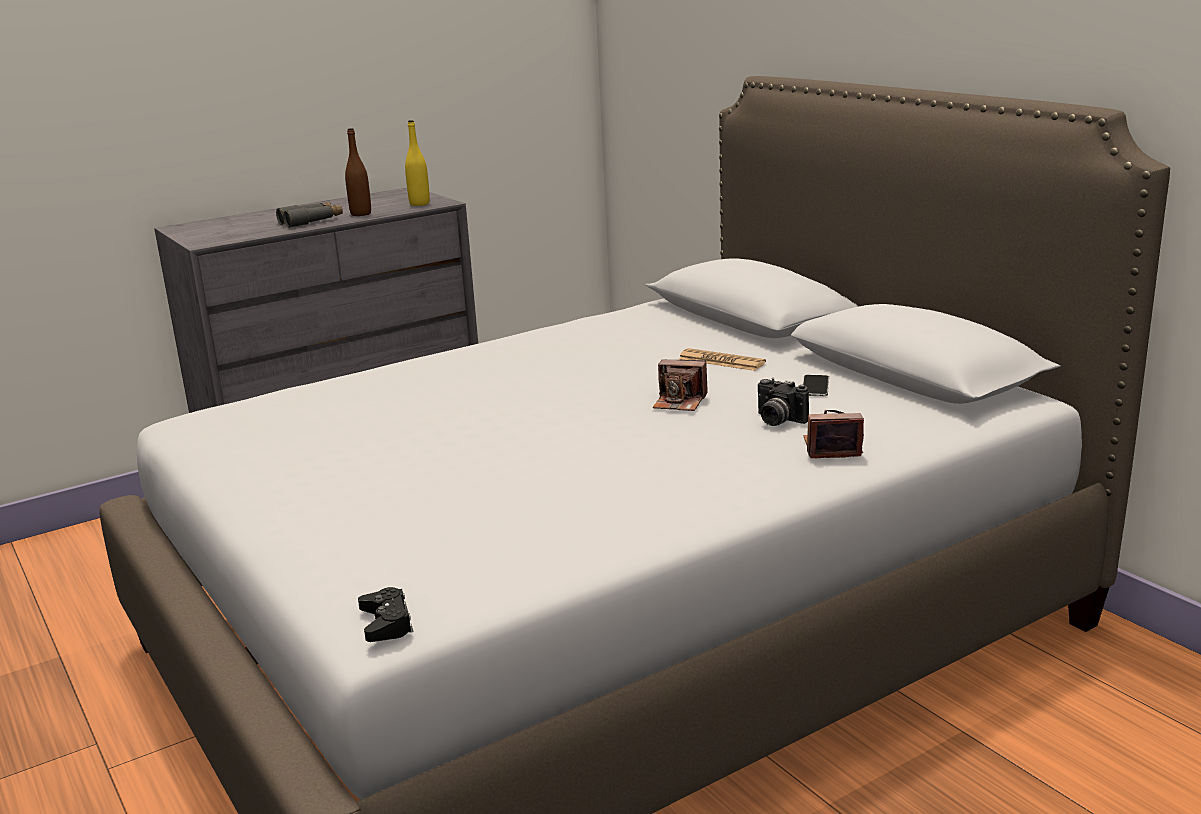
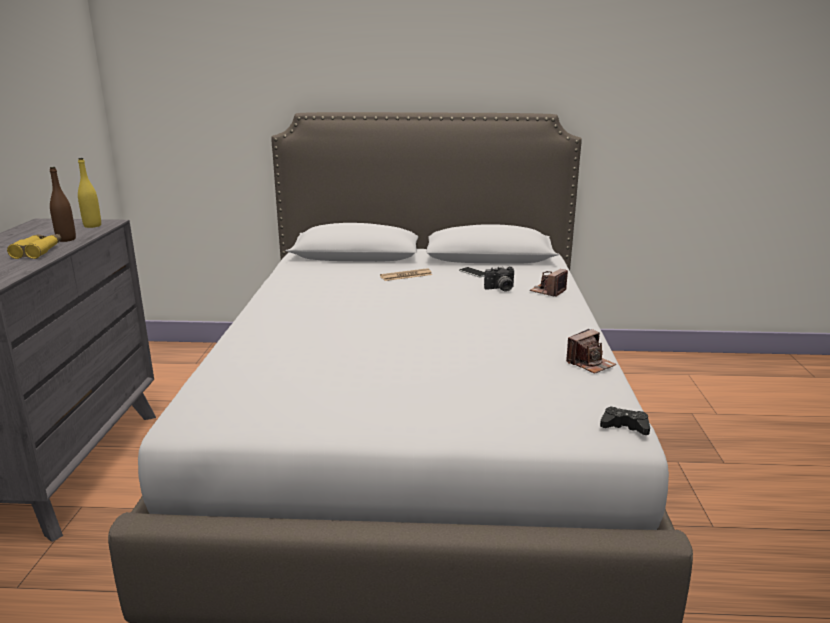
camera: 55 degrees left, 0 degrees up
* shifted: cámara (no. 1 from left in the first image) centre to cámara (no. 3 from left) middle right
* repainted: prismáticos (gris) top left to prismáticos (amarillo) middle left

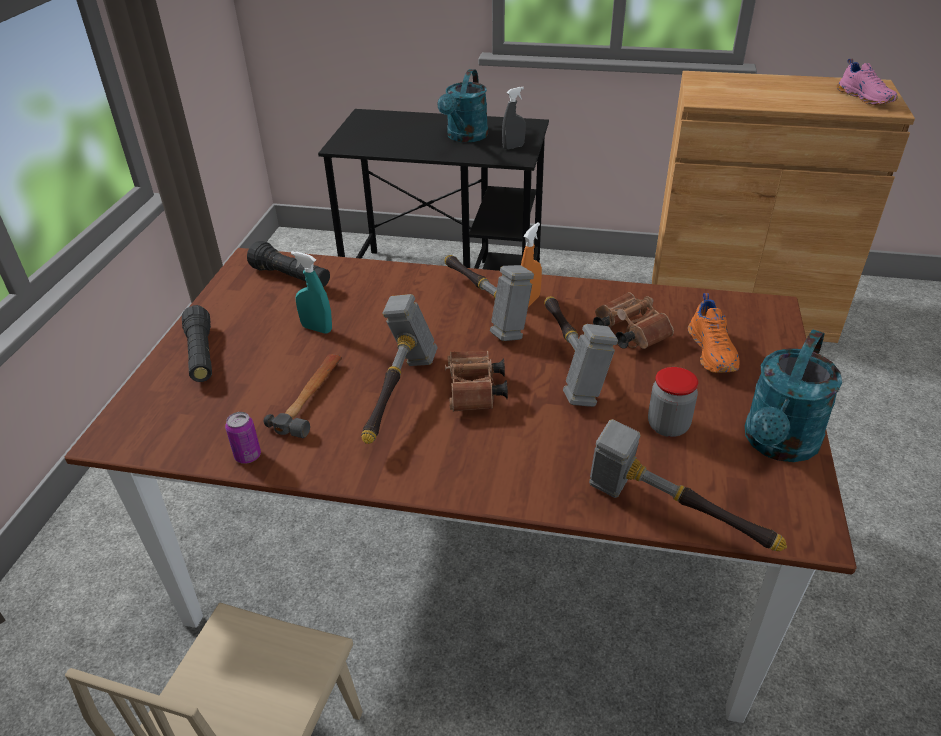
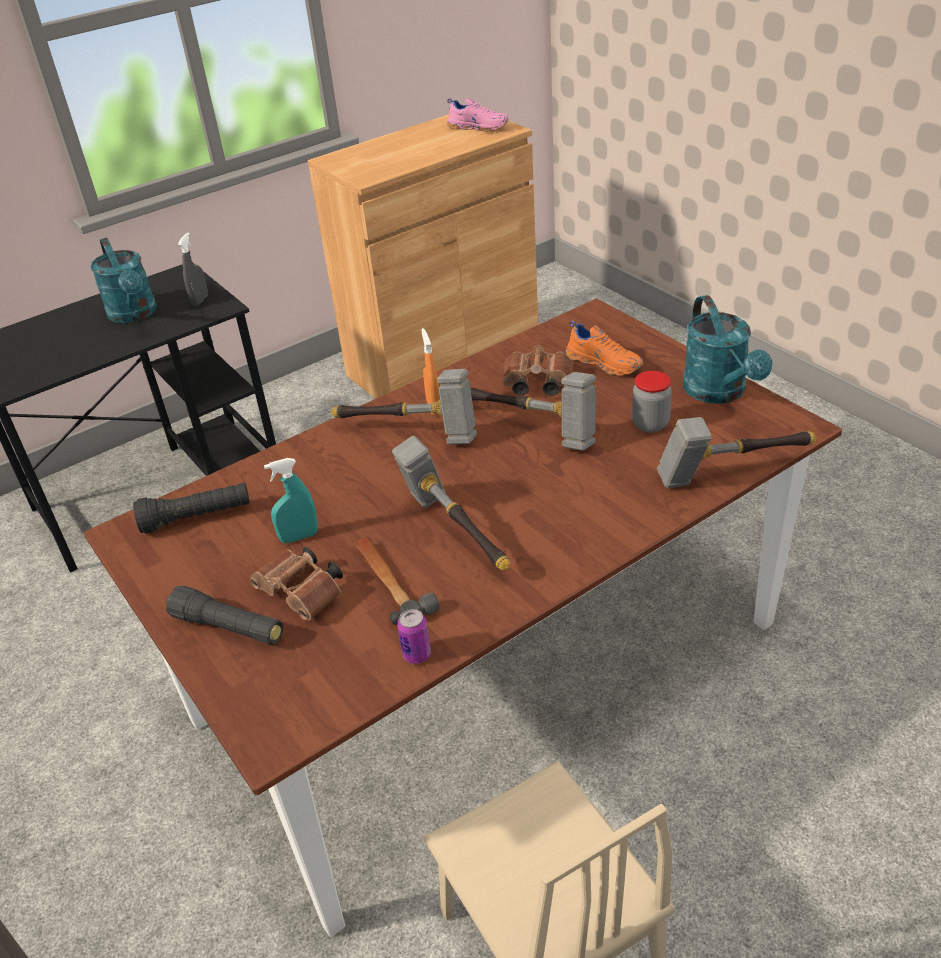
camera: 45 degrees left, 0 degrees up
* shifted: prismáticos (marrón) (no. 1 from left) centre to middle left

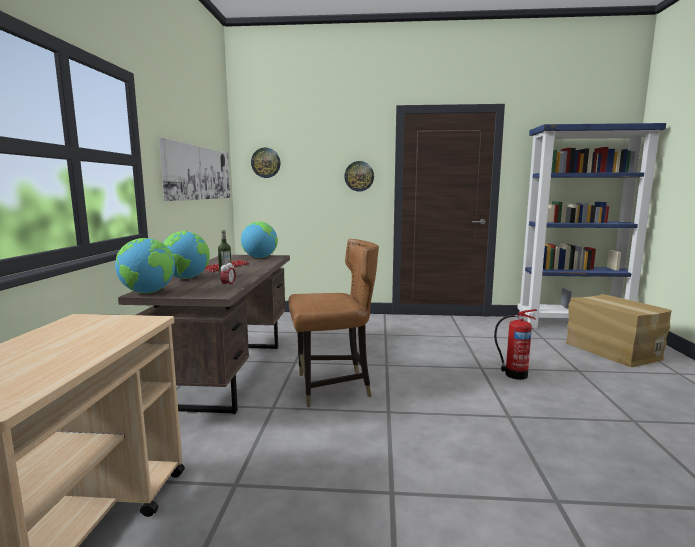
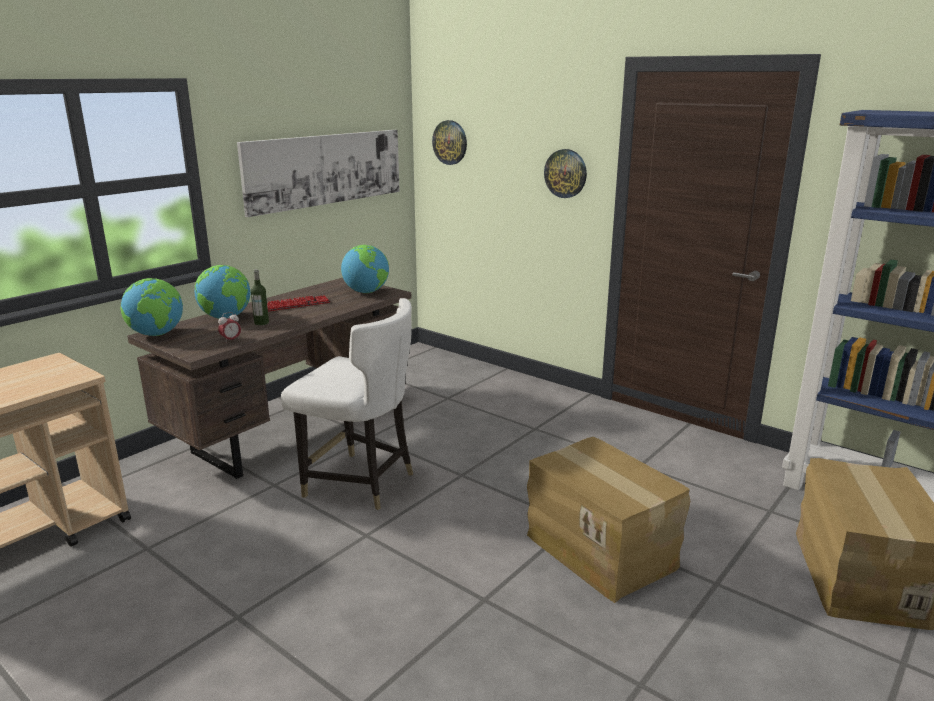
camera: 35 degrees right, 10 degrees up
* swapped: extintor middle right to caja de cartón (no. 1 from left) bottom centre
* repainted: silla (marrón) centre to silla (blanco) centre

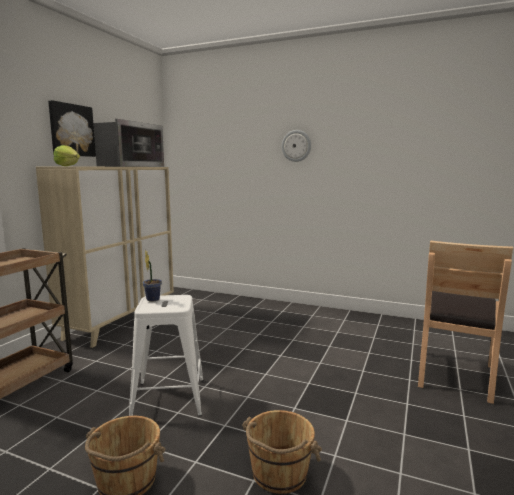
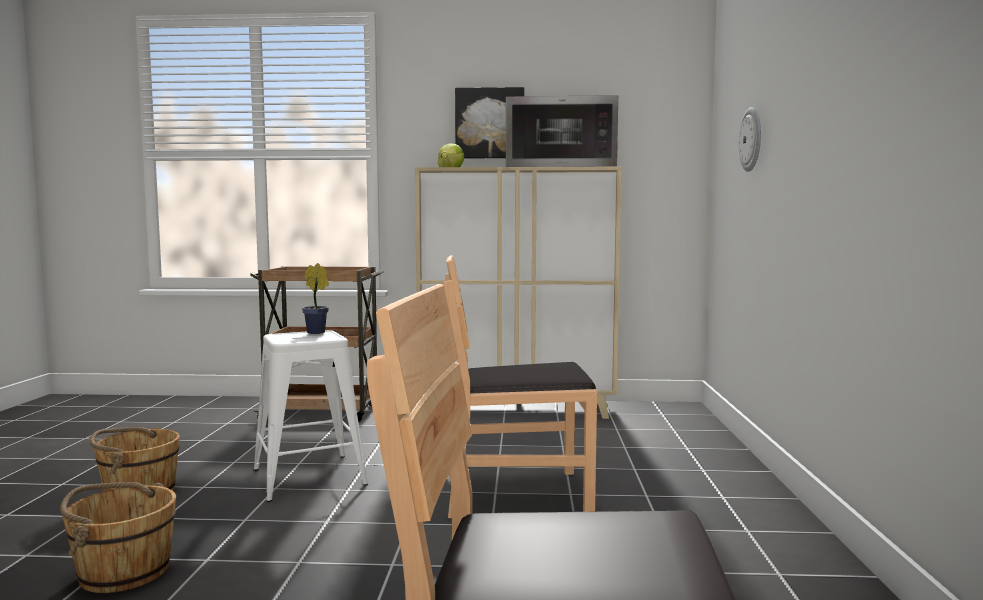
camera: 70 degrees right, 5 degrees down
* new: silla (marrón) (no. 1 from left) centre
* shifted: reloj de pared top centre to top right

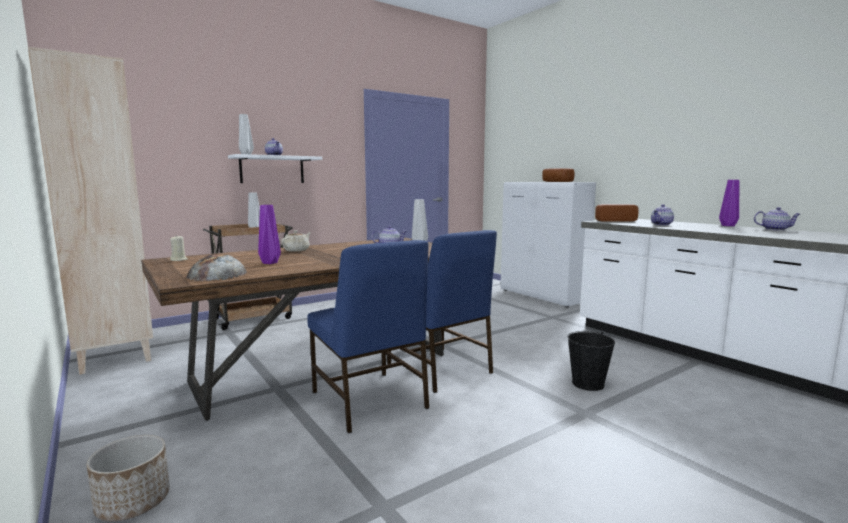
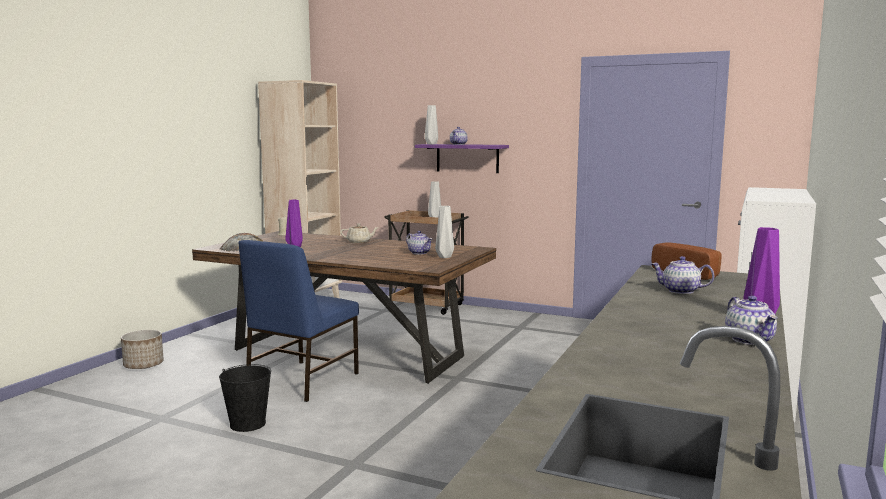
camera: 60 degrees right, 0 degrees up
* gone: silla (azul) (no. 2 from left) centre
* gone: pan (no. 2 from left) centre
* shifted: cubo (negro) bottom right to bottom left
* repainted: estante (blanco) top left to estante (morado) top centre

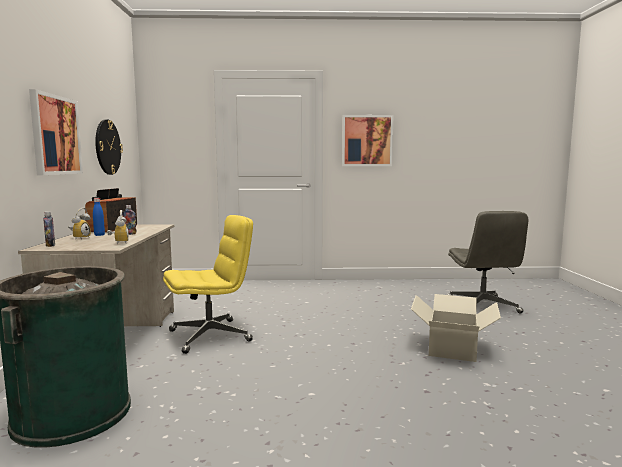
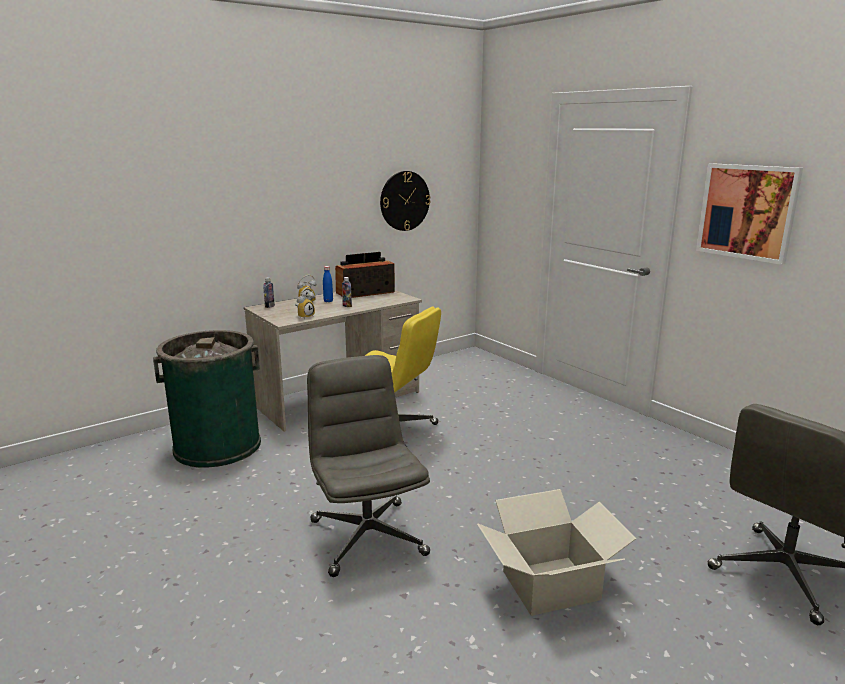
camera: 55 degrees right, 10 degrees up
* gone: cuadro (no. 1 from left) top left
* new: silla de oficina (gris) (no. 1 from left) bottom centre

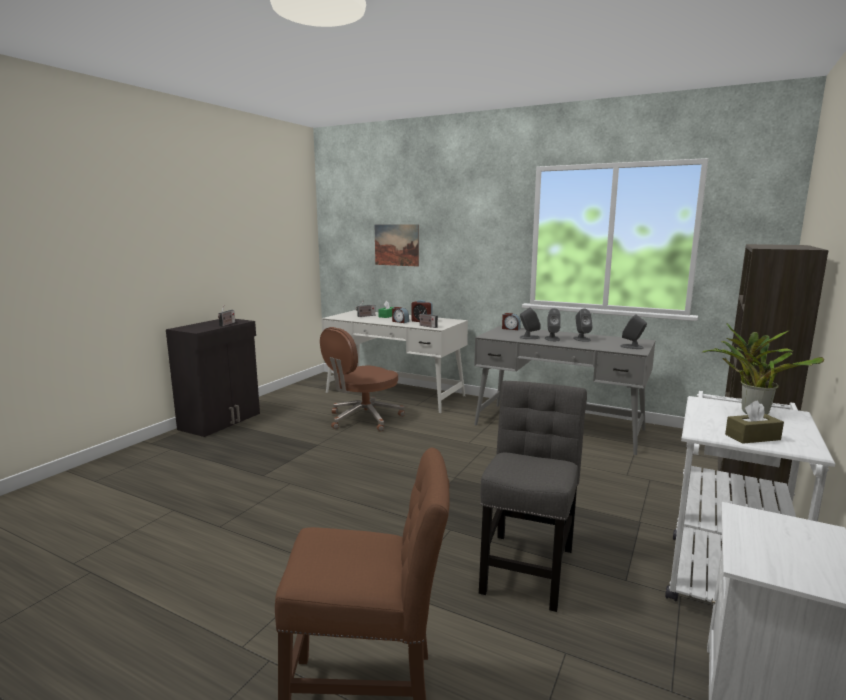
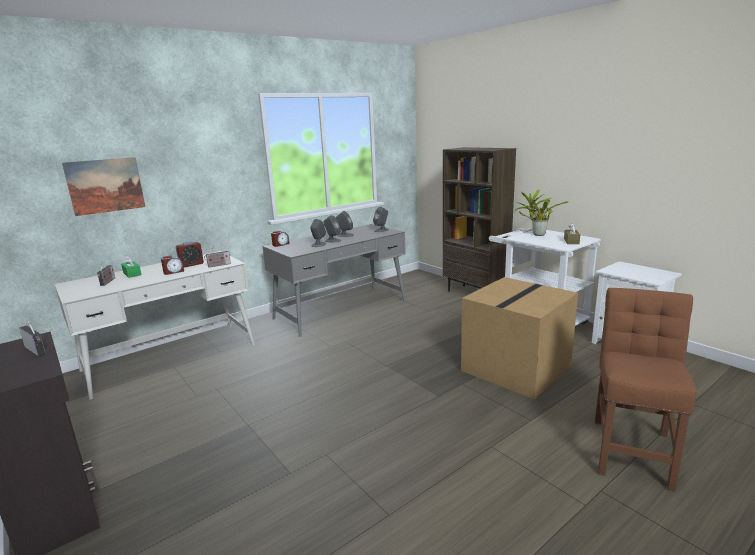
camera: 65 degrees left, 5 degrees up
* gone: silla de oficina (marrón) centre
* swapped: silla (gris) bottom centre to caja de cartón middle right

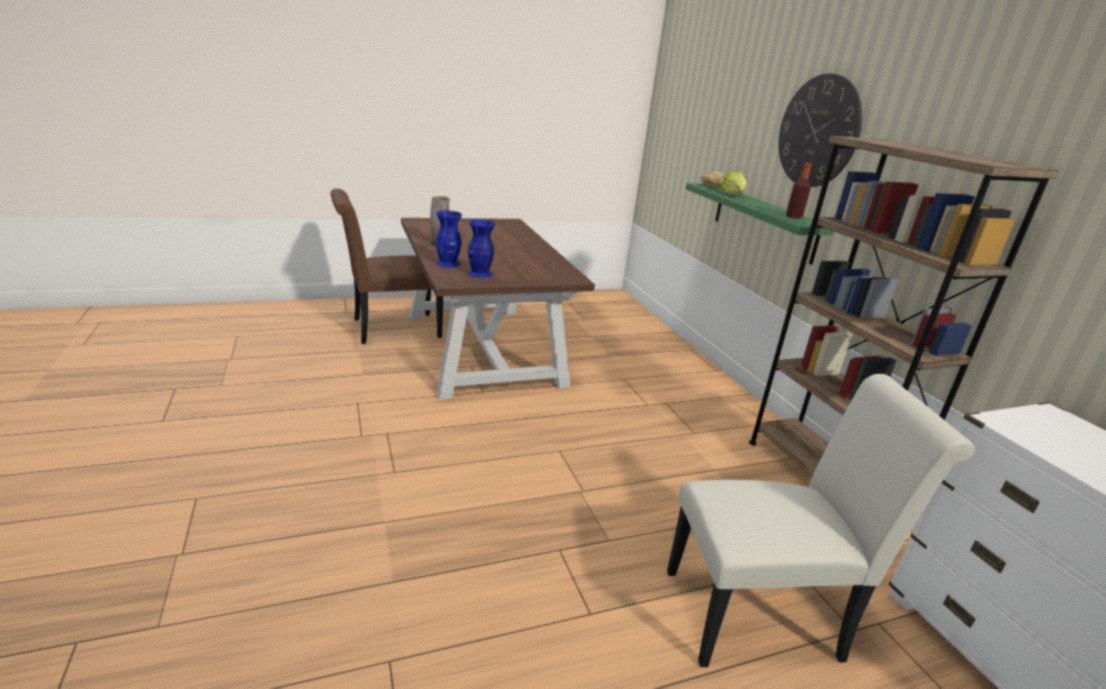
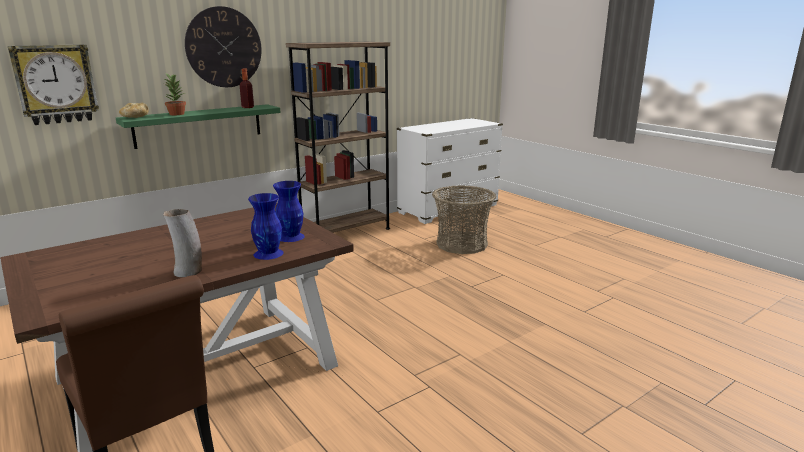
camera: 105 degrees left, 5 degrees down
* new: reloj de pared (no. 1 from left) top left
* swapped: silla (blanco) bottom right to cesta centre
* swapped: lechuga top centre to planta en maceta top left

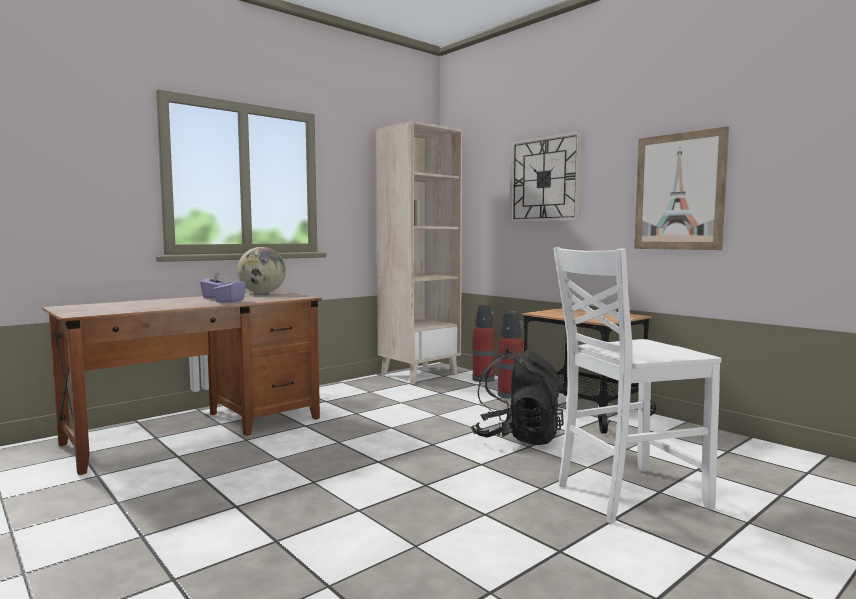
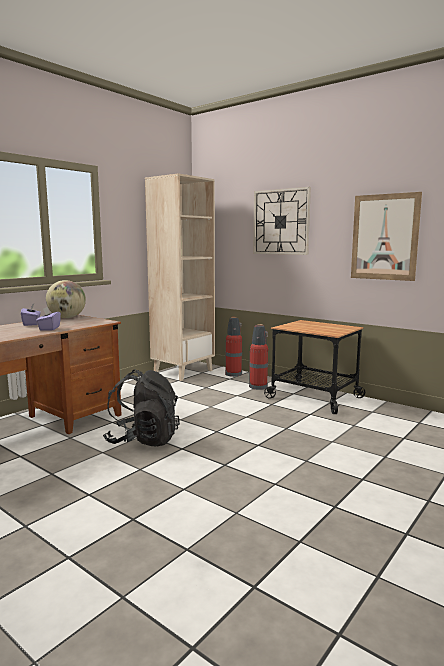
camera: 10 degrees left, 5 degrees up
* gone: silla (blanco) middle right
* shifted: mochila (negro) centre to middle left

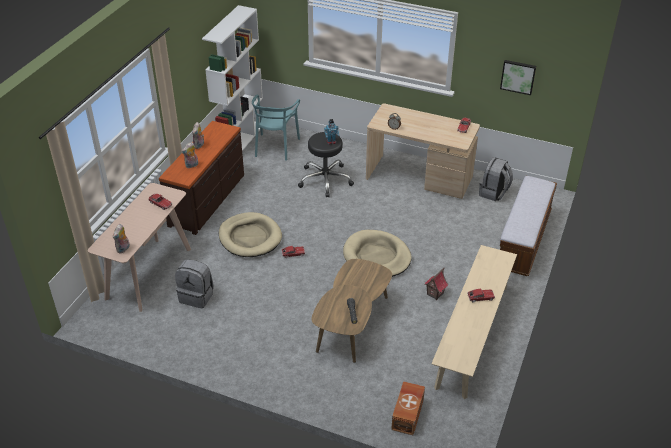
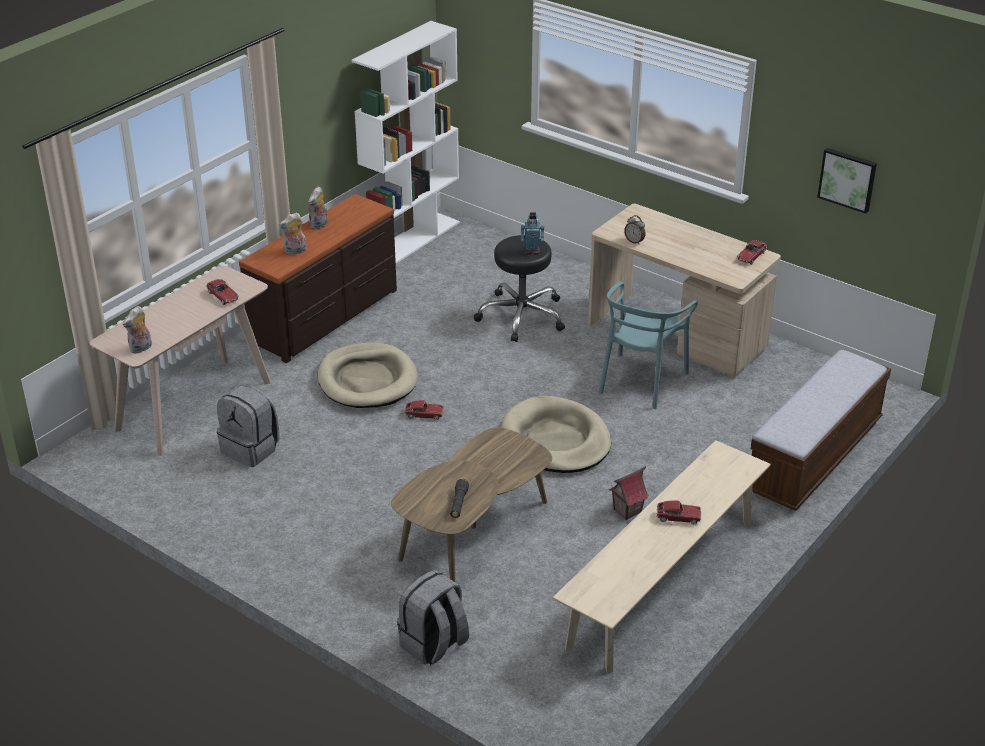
camera: 15 degrees right, 5 degrees down
* gone: caja de almacenaje (marrón) bottom centre
* shifted: silla (turquesa) top centre to centre
* shifted: mochila (gris) (no. 2 from left) middle right to bottom centre

